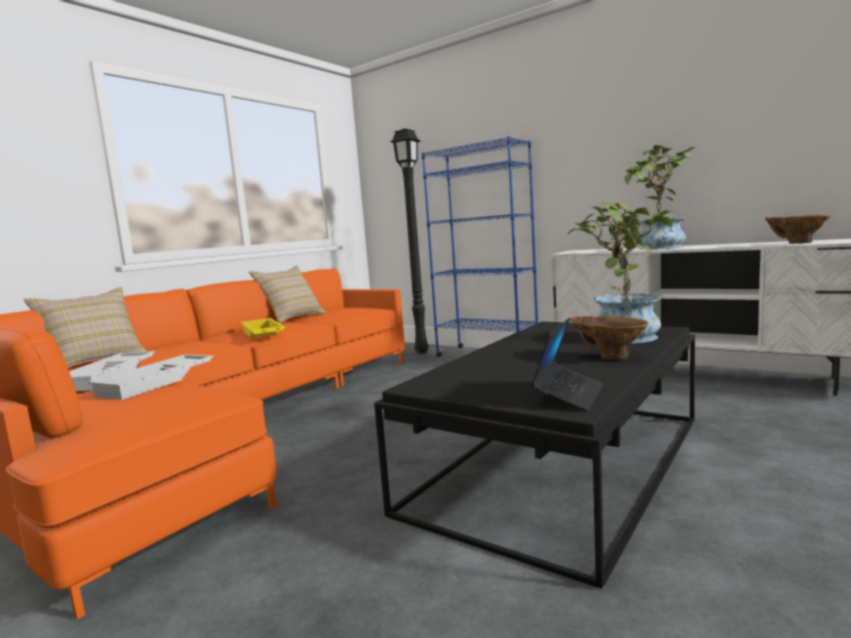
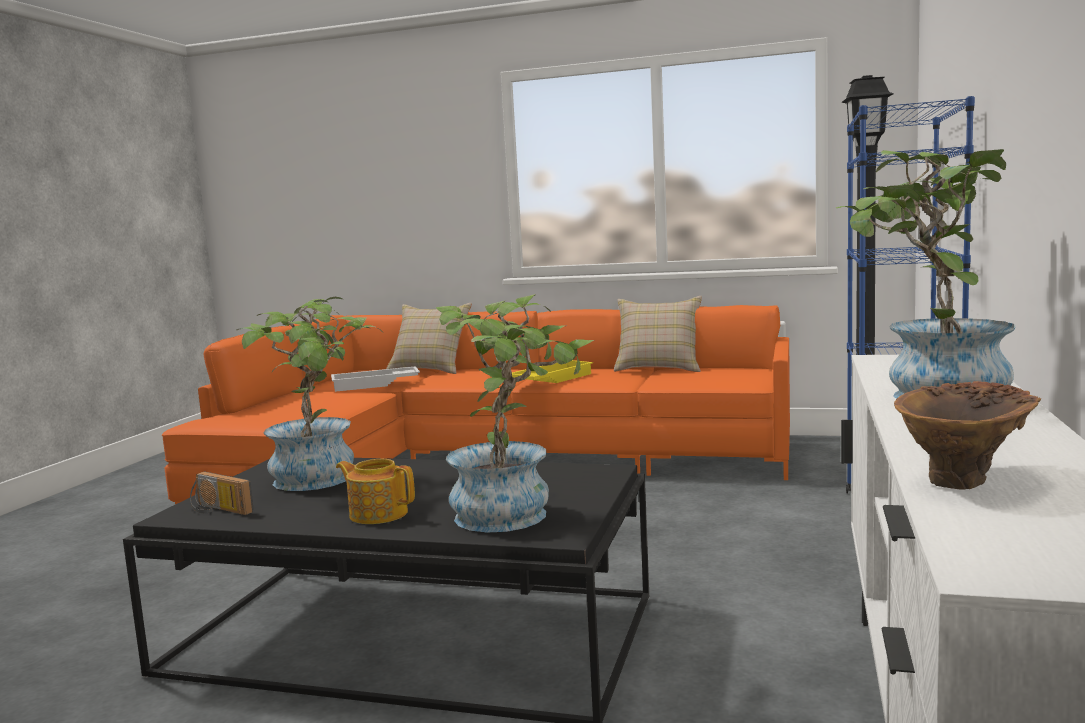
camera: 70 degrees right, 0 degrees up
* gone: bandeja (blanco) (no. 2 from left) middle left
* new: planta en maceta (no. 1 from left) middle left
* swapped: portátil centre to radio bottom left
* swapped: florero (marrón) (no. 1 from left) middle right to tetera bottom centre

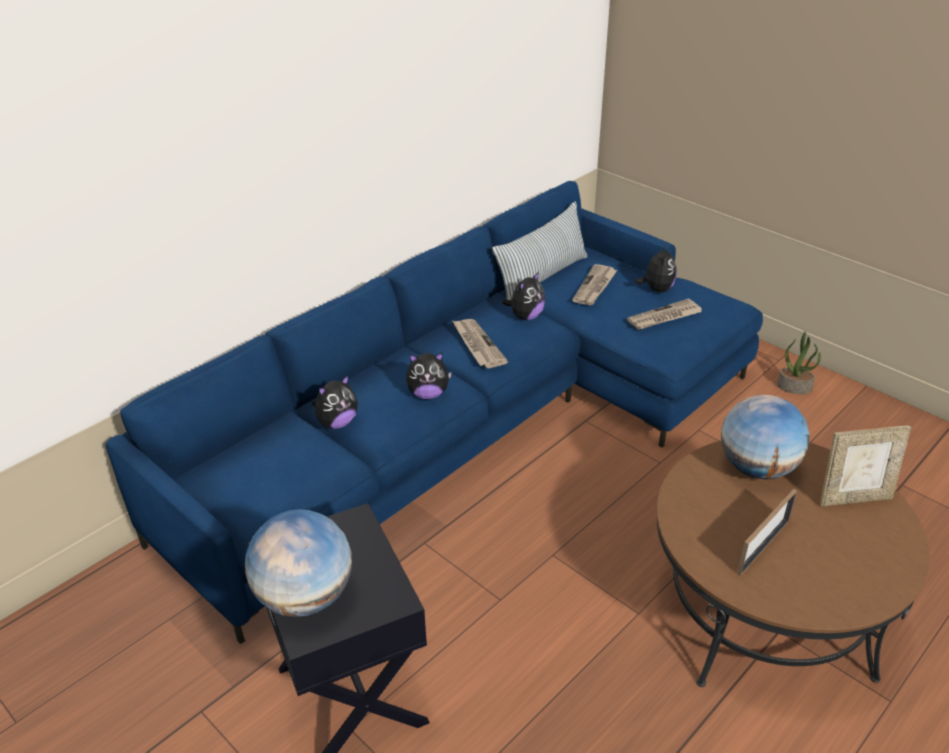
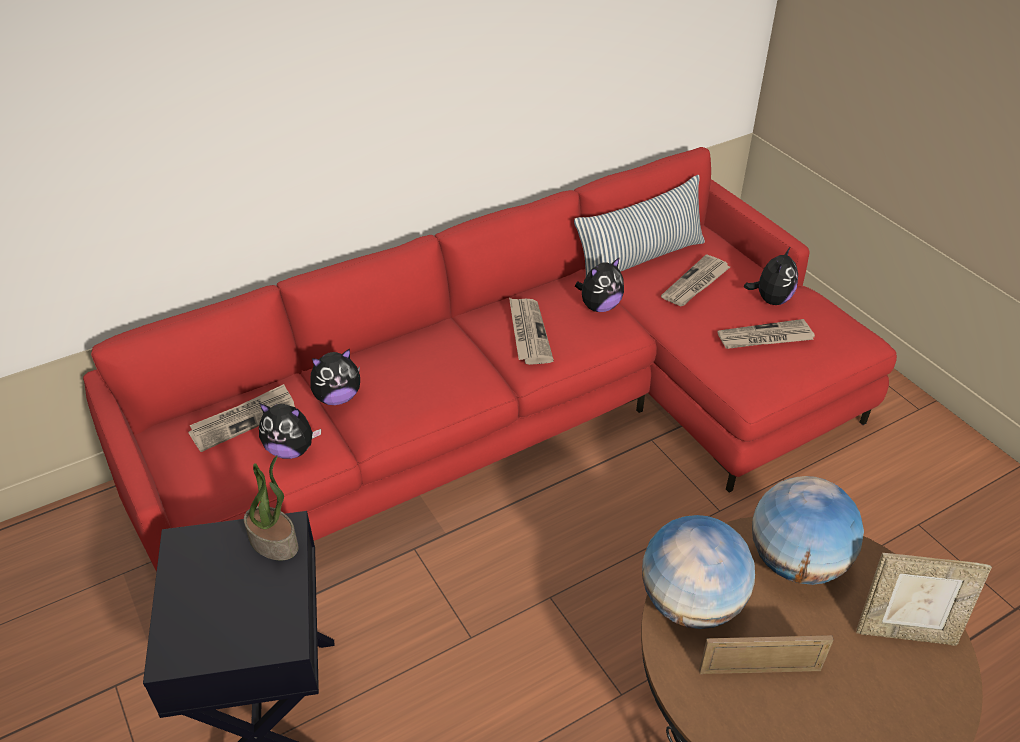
camera: 15 degrees right, 5 degrees up
* new: periódico (no. 1 from left) middle left
* shifted: globo terráqueo (no. 1 from left) bottom left to bottom right
* shifted: peluche (no. 2 from left in the first image) centre to peluche (no. 1 from left) middle left
* shifted: planta en maceta middle right to bottom left
* repainted: sofá (azul) centre to sofá (rojo) centre
* rotated: portarretratos (no. 1 from left) bottom right = bottom right 150 degrees counterclockwise

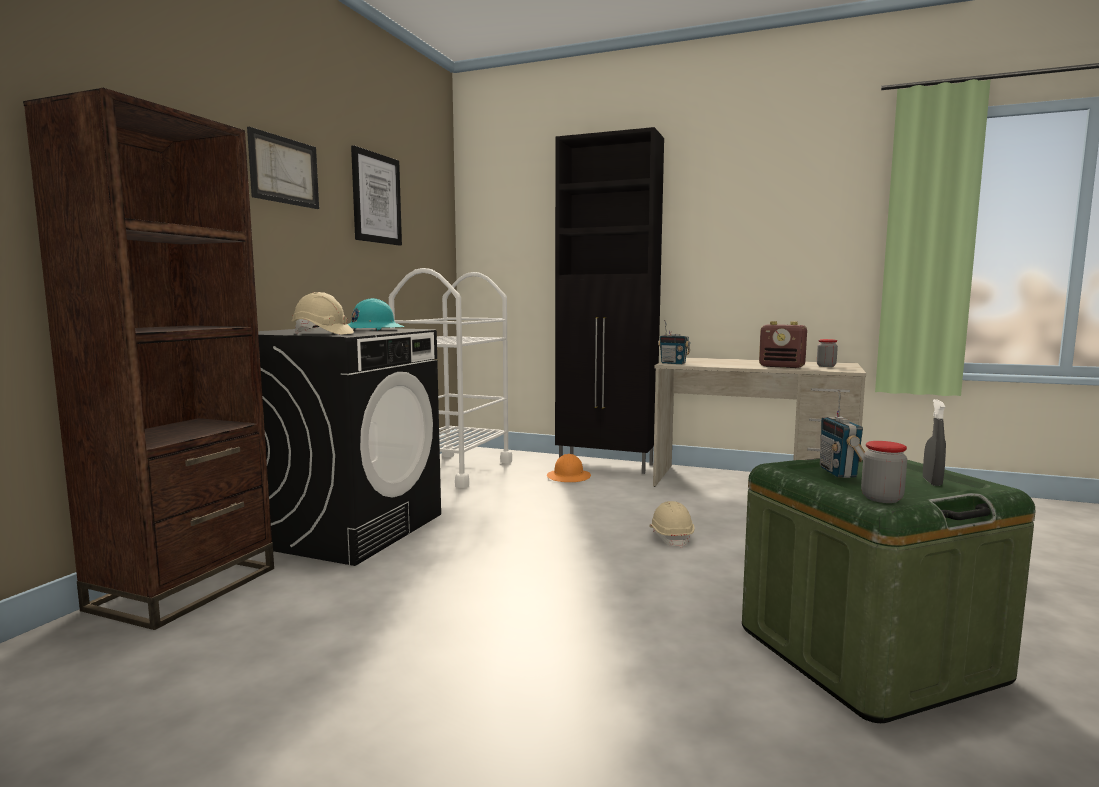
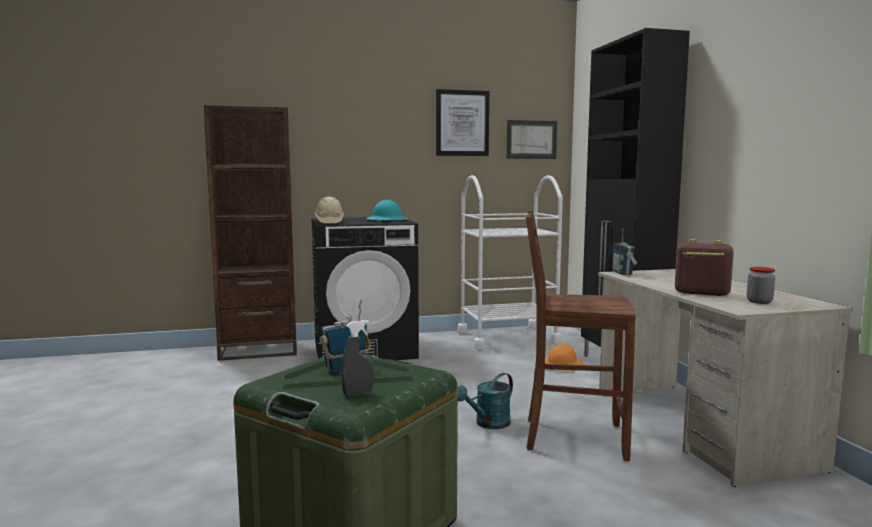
camera: 55 degrees right, 0 degrees up
* gone: tarro (no. 2 from left) middle right
* new: silla (marrón) centre
* shifted: cuadro (no. 1 from left in the first image) top left to cuadro (no. 2 from left) top centre
* swapped: casco (beis) (no. 2 from left) centre to regadera (turquesa) bottom centre
* rotated: radio (no. 2 from left in the first image) middle right = middle right 120 degrees clockwise

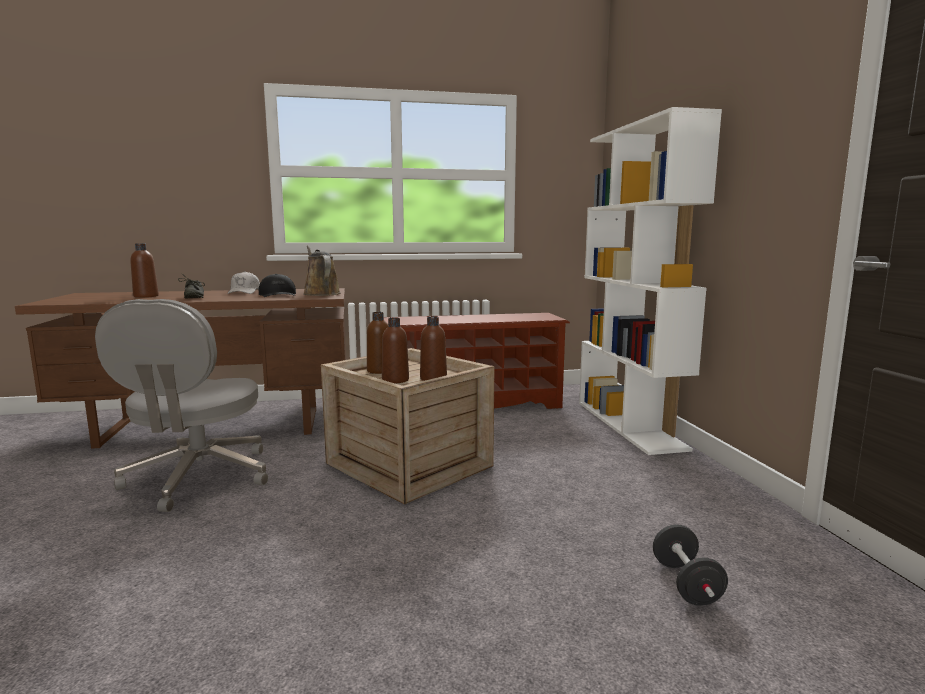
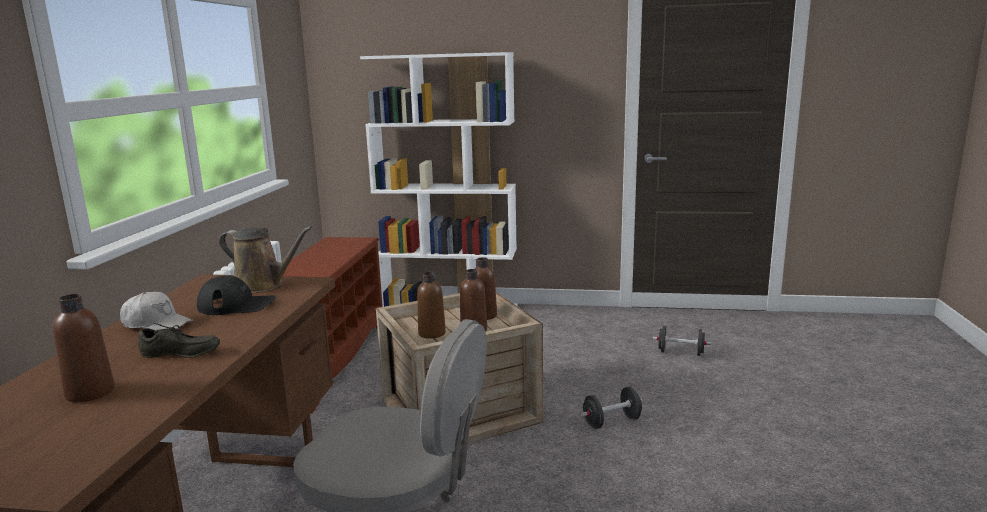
camera: 70 degrees left, 5 degrees up
* new: mancuerna (negro) (no. 1 from left) bottom centre
* rotated: regadera (marrón) centre = middle left 150 degrees counterclockwise

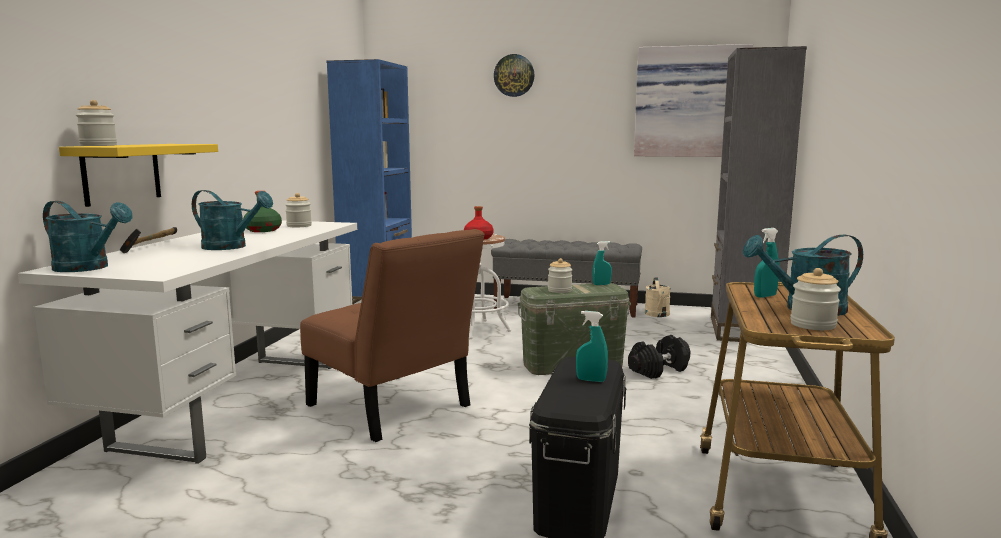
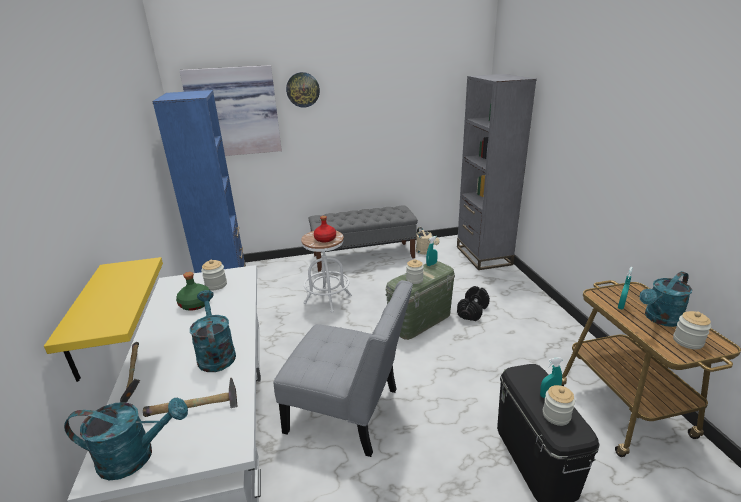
camera: 25 degrees left, 15 degrees up
* new: martillo (no. 2 from left) bottom left
* shifted: tarro (no. 1 from left in the first image) top left to tarro (no. 3 from left) bottom right
* shifted: cuadro top right to top left
* repainted: silla (marrón) centre to silla (gris) bottom centre
* rotated: regadera (turquesa) (no. 2 from left) middle left = middle left 105 degrees counterclockwise

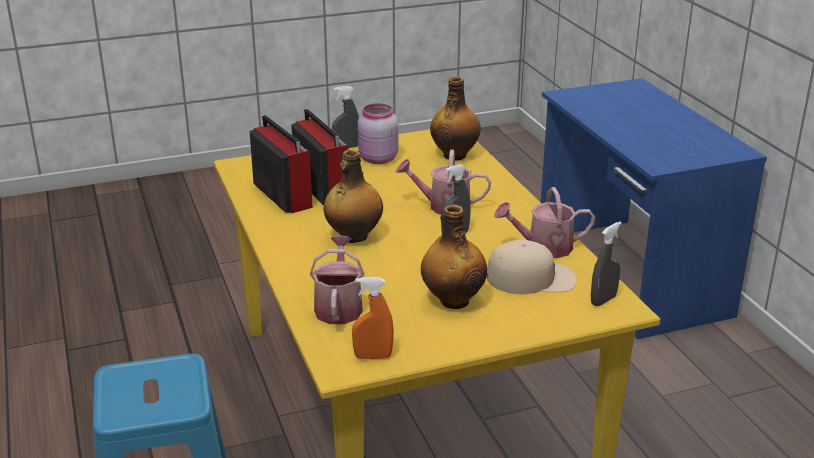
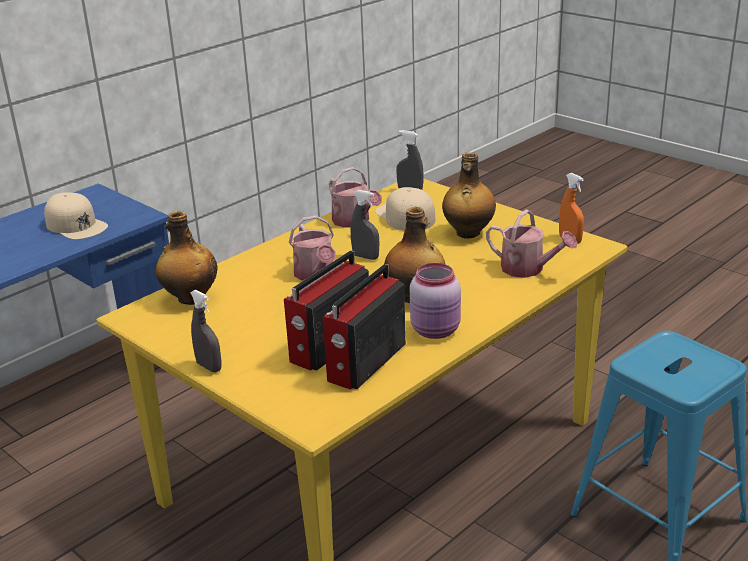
camera: 115 degrees left, 0 degrees up
* new: gorra (beis) (no. 1 from left) middle left
* shifted: tarro (rosa) top centre to centre
* rotated: regadera (no. 1 from left in the first image) centre = middle right 120 degrees counterclockwise

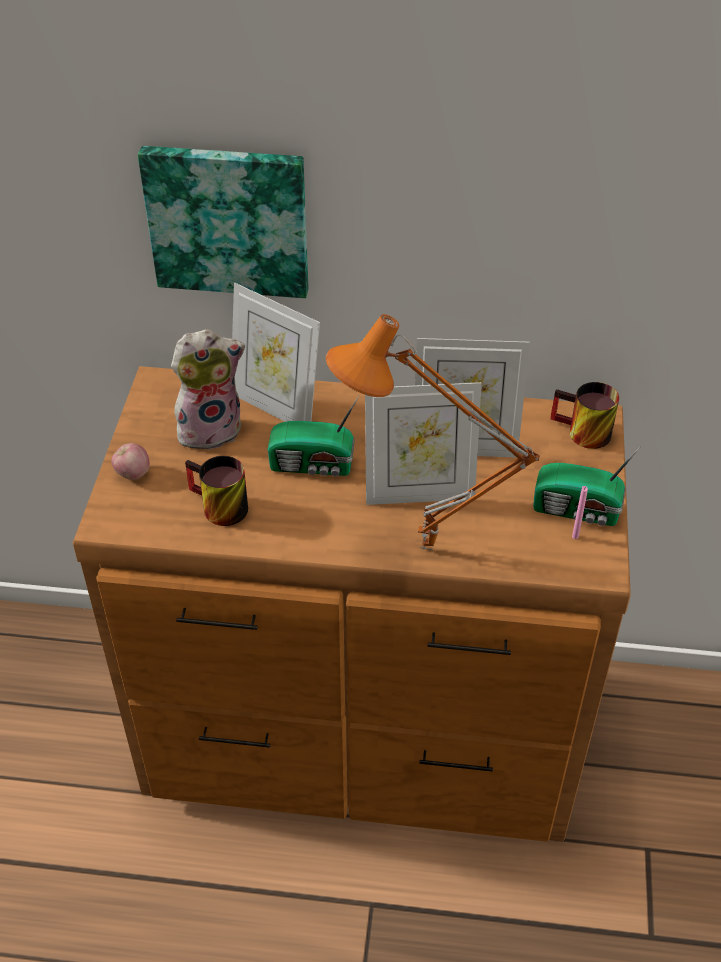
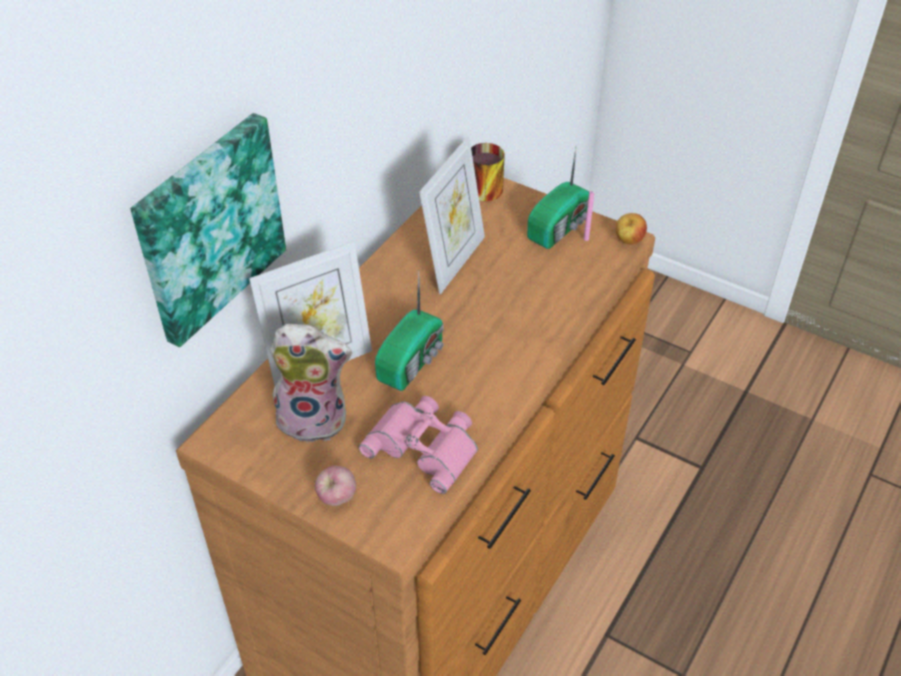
camera: 65 degrees left, 0 degrees up
* gone: lámpara de mesa (naranja) centre
* gone: portarretratos (no. 2 from left) centre
* new: manzana (no. 2 from left) middle right
* swapped: taza grande (no. 1 from left) middle left to prismáticos (rosa) centre
* rotated: peluche middle left = centre 90 degrees clockwise

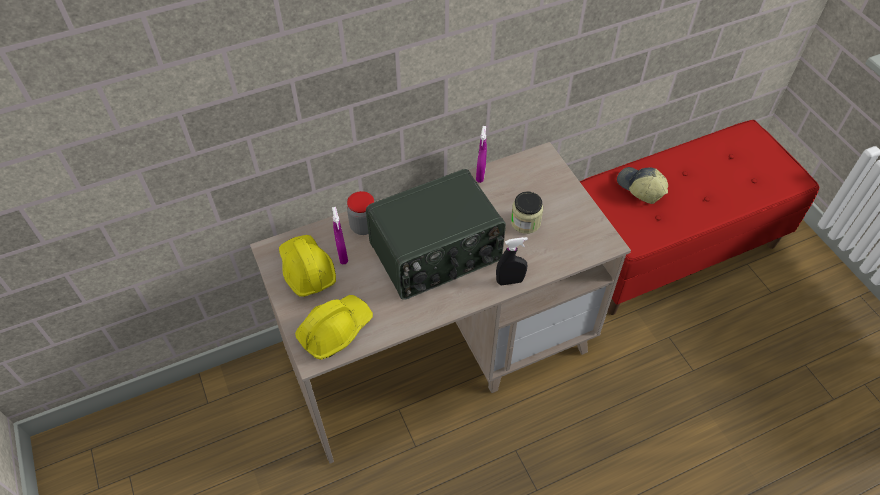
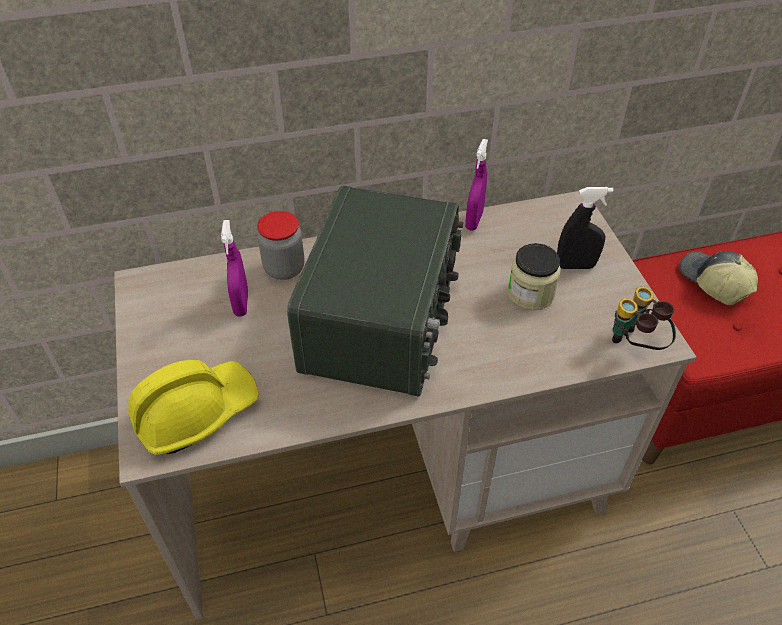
camera: 10 degrees right, 5 degrees down
* gone: casco (amarillo) (no. 1 from left) centre
* new: prismáticos middle right
* shifted: pulverizador (negro) centre to middle right
* rotated: radio centre = centre 60 degrees counterclockwise

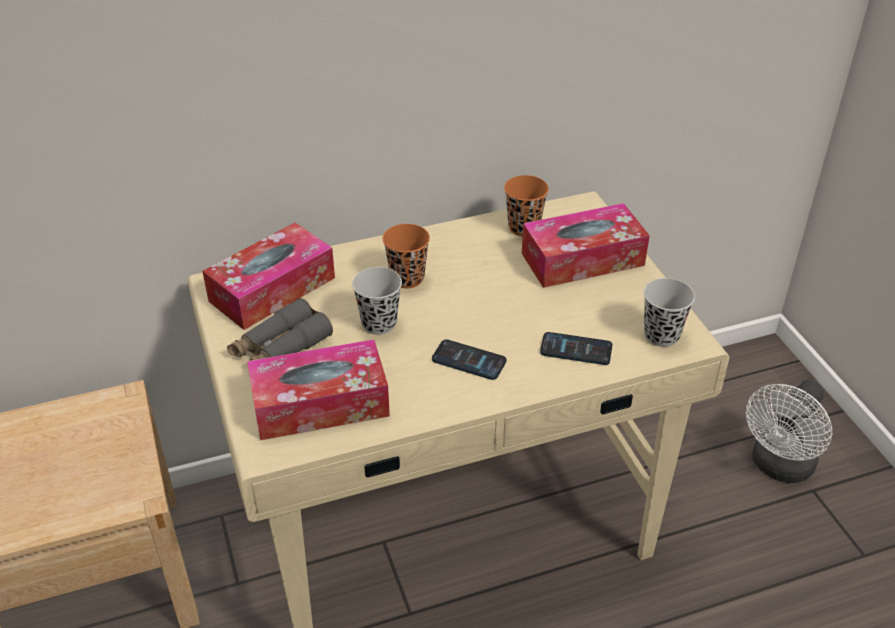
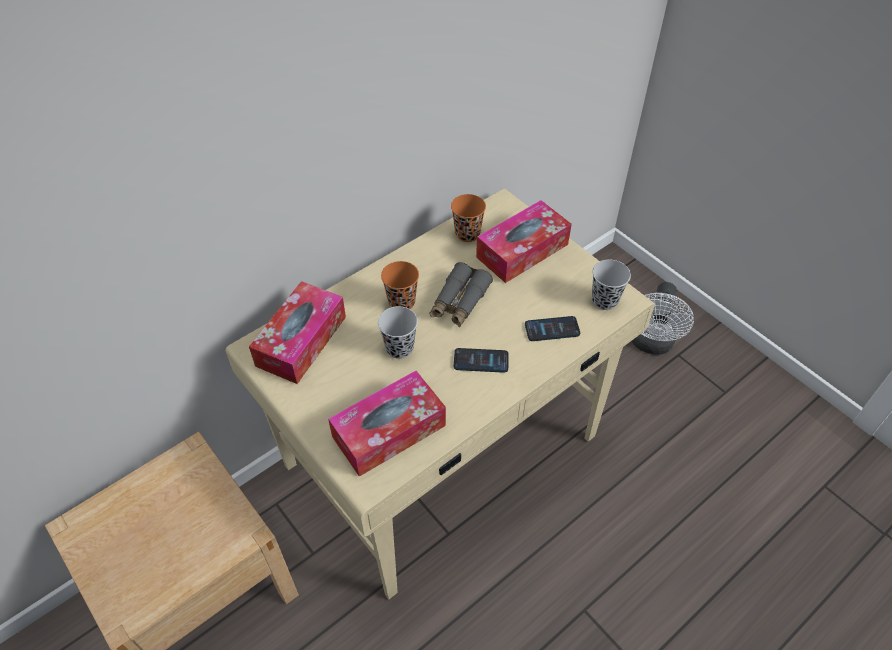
camera: 20 degrees left, 10 degrees up
* shifted: prismáticos (gris) middle left to centre

